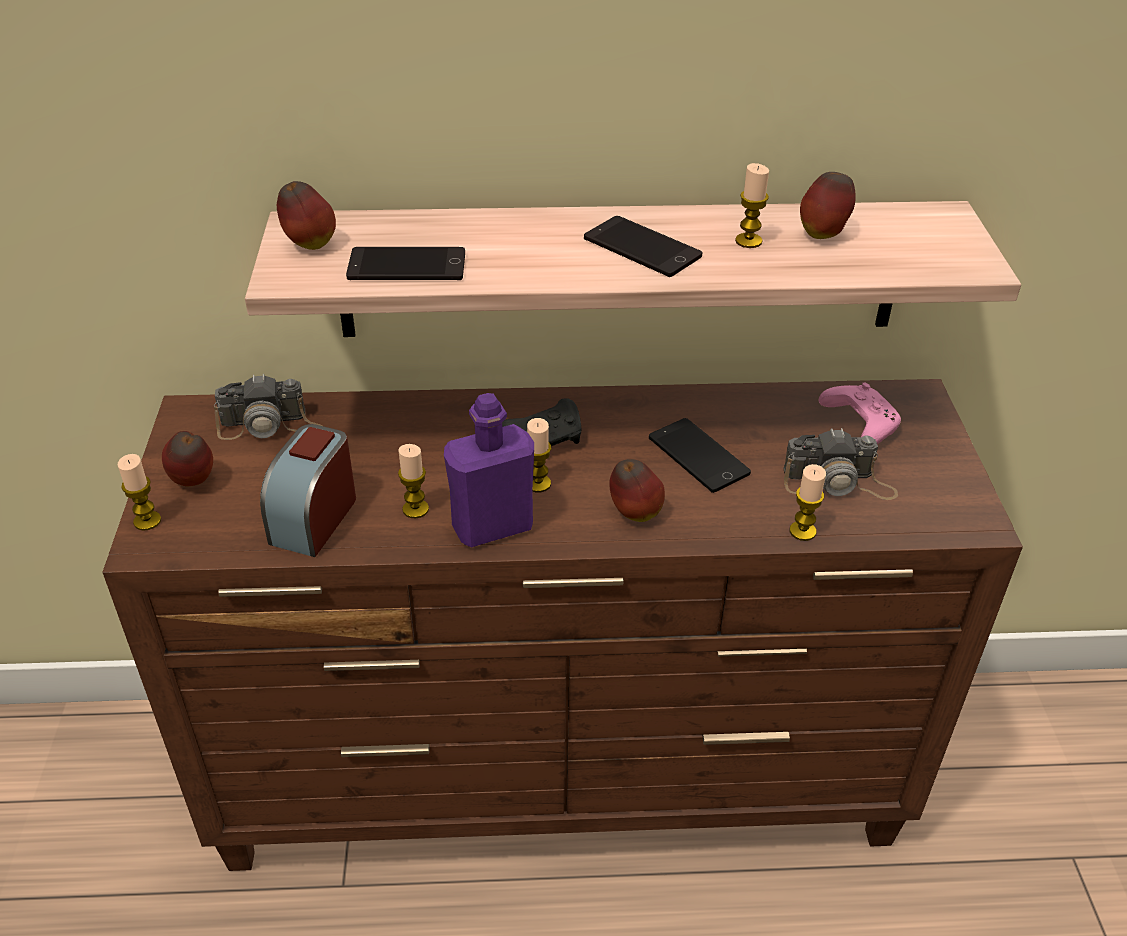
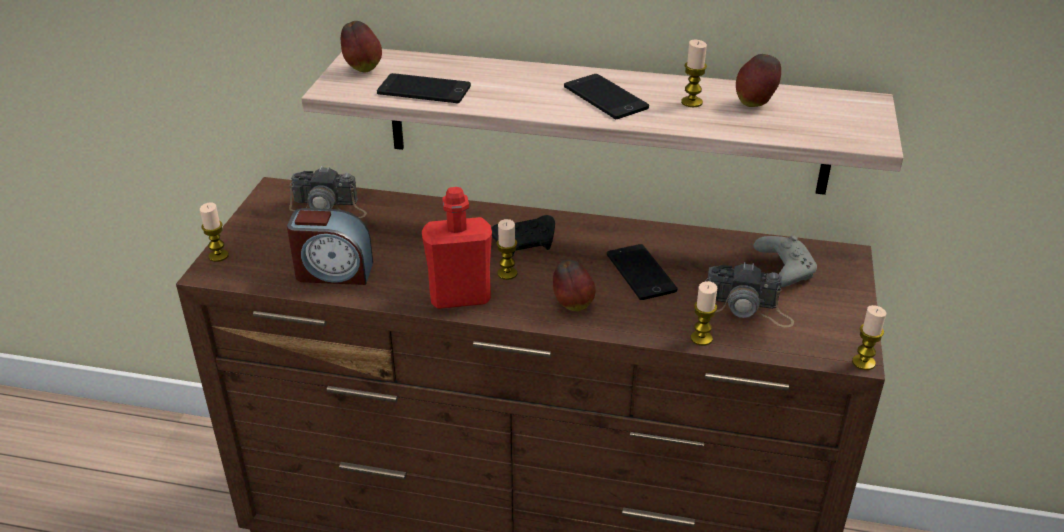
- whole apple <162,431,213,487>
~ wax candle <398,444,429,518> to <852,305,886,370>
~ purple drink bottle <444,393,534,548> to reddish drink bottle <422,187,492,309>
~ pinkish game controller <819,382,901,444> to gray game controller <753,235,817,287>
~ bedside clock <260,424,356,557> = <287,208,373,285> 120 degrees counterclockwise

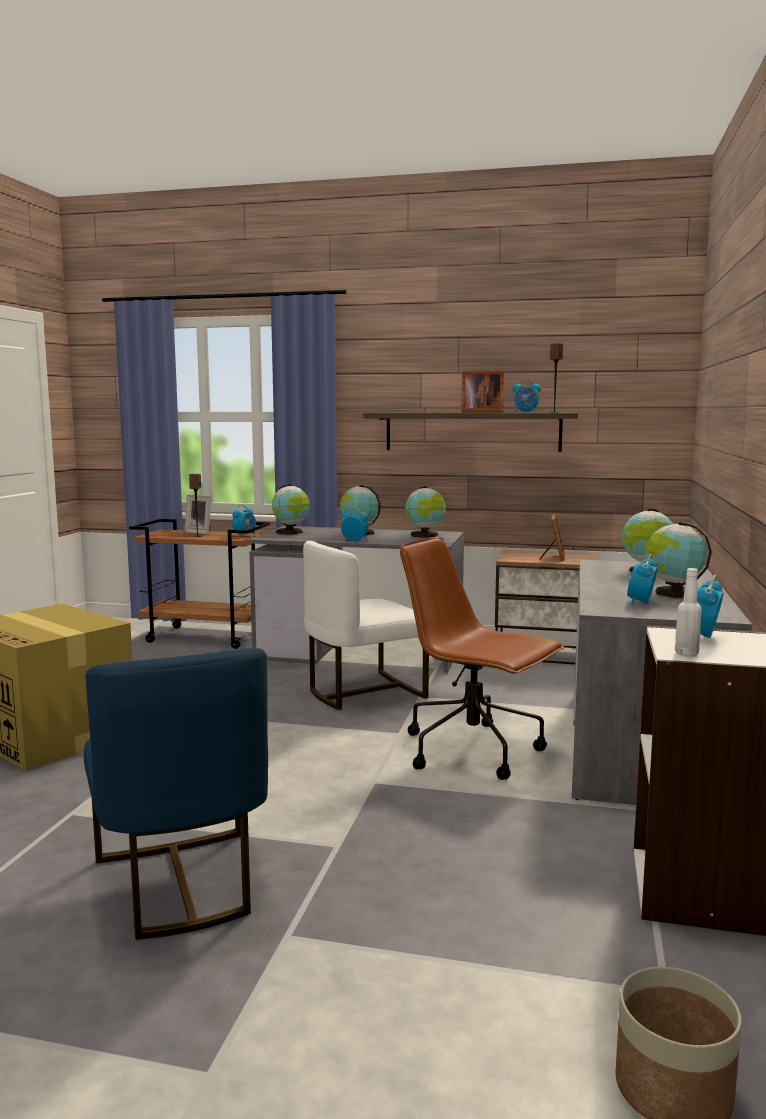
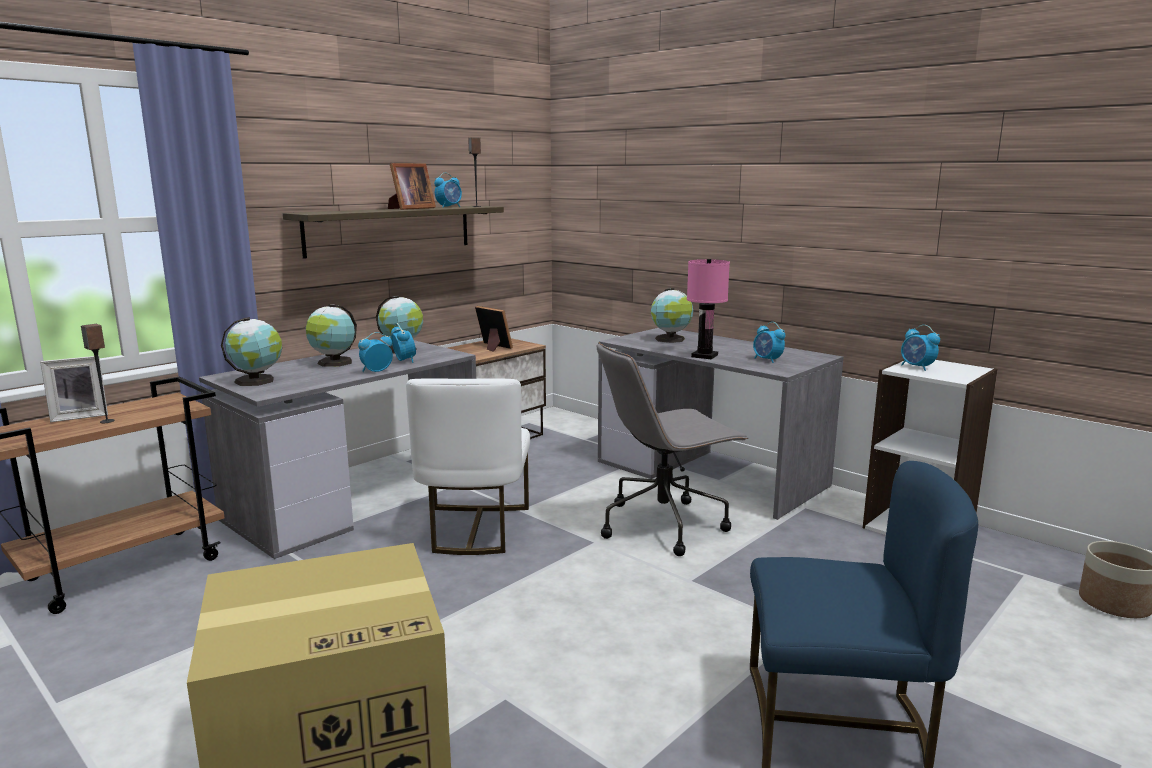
- world globe <645,522,712,598>
- white drink bottle <675,568,702,657>
+ pinkish lamp for a table <687,259,730,360>
~ bedside clock <232,505,256,537> to <391,323,416,363>
~ brown desk chair <400,537,564,780> to gray desk chair <597,342,748,556>

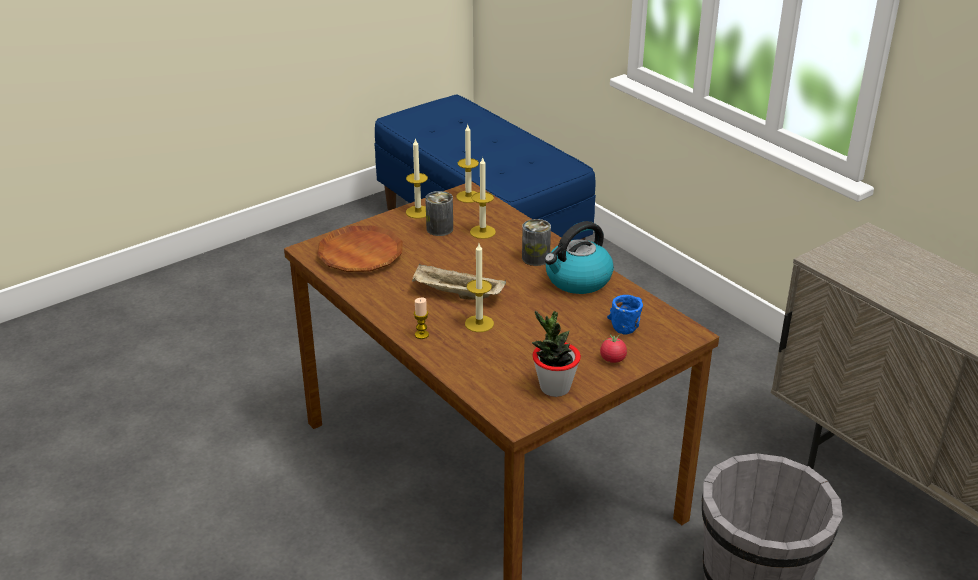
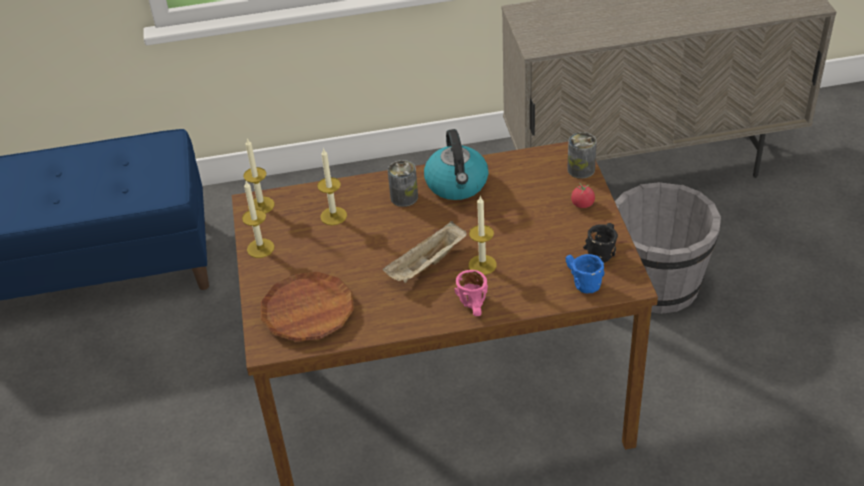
~ can <425,191,453,236> to <567,132,597,179>
~ blue tea mug <607,295,643,335> to <566,254,604,294>
~ wax candle <414,298,429,339> to pinkish tea mug <454,270,488,316>
~ potted plant <532,310,581,397> to black tea mug <583,223,618,263>

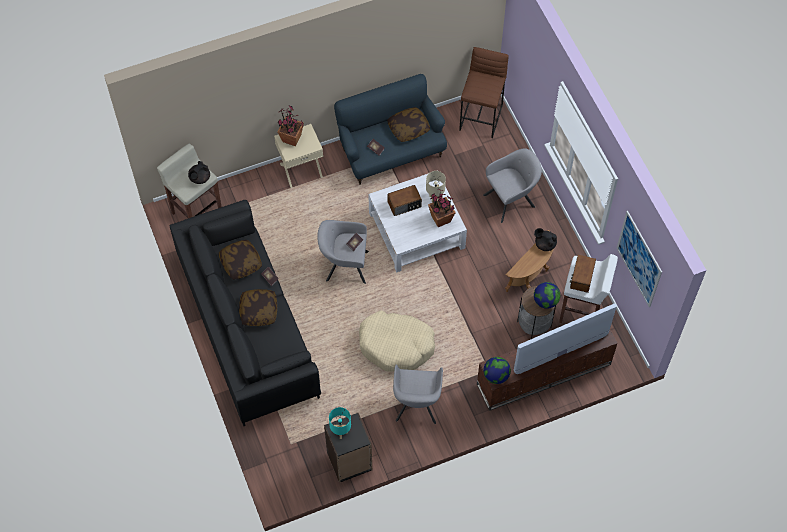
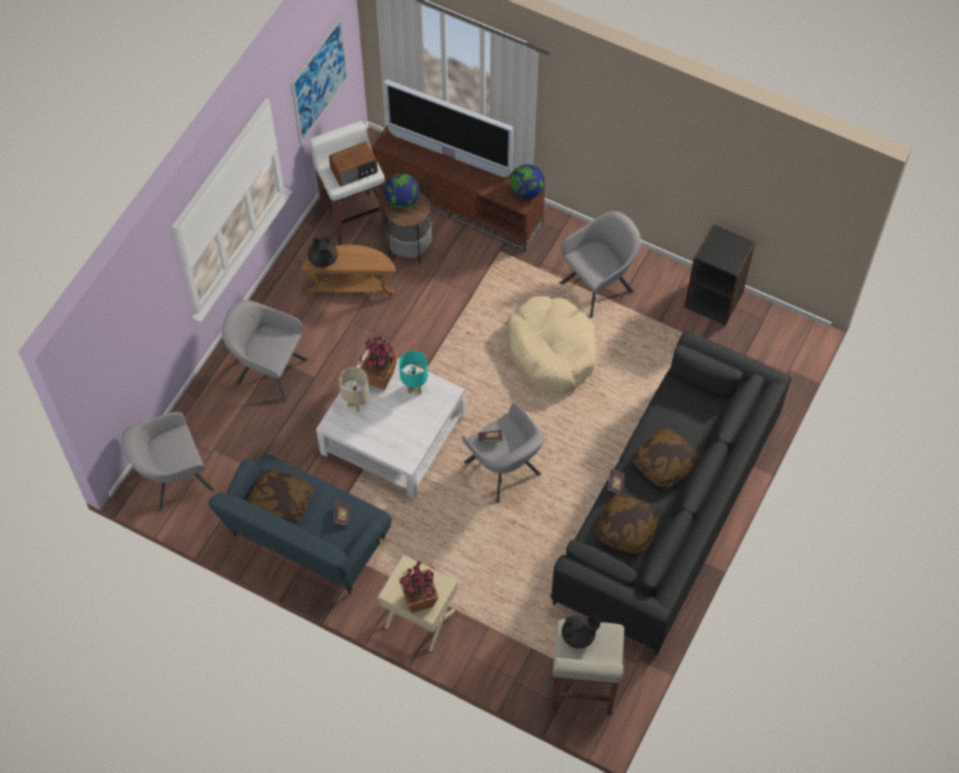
- radio <387,185,422,216>
~ turquoise lamp for a table <329,407,351,439> to <399,351,428,395>
~ brown stool <459,47,509,138> to gray easy chair <122,412,214,512>

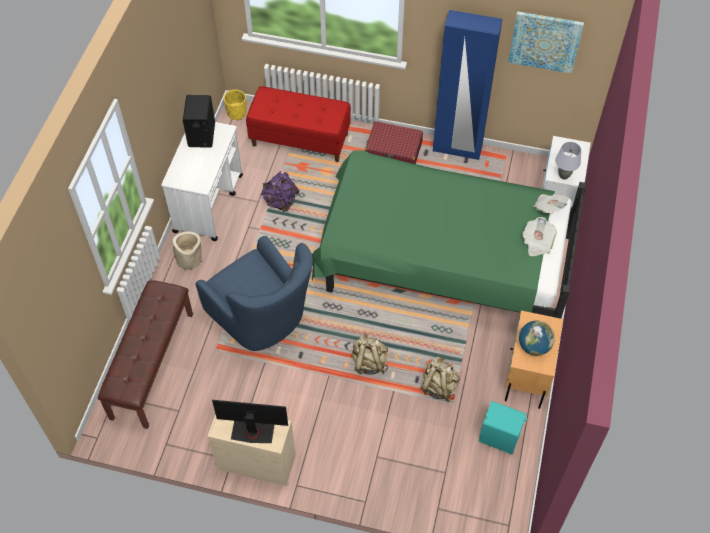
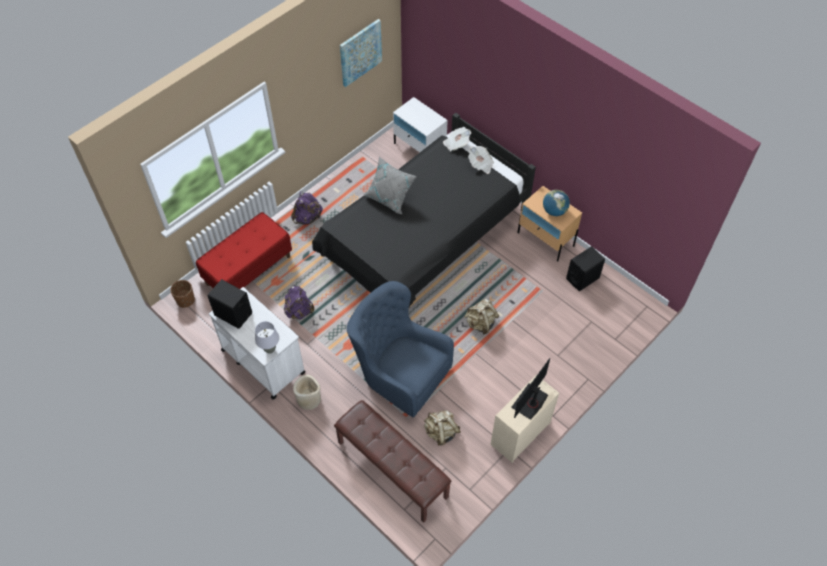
- blue wardrobe <433,10,502,160>
+ gray throw pillow <364,156,417,214>
~ beige-coloured knapsack <420,357,460,402> to <424,410,461,445>
~ gray lamp for a table <555,142,581,180> to <255,321,279,354>
~ reddish piece of luggage <365,121,423,164> to purple knapsack <291,191,323,225>
~ yellow-coloured flower pot <224,90,247,120> to brown flower pot <170,280,195,308>
~ greenish bed <312,151,586,319> to black bed <312,113,536,307>
~ turquoise loudspeaker <479,401,528,455> to black loudspeaker <566,246,605,292>
~ blue easy chair <195,236,313,351> = <347,281,454,417> 135 degrees counterclockwise

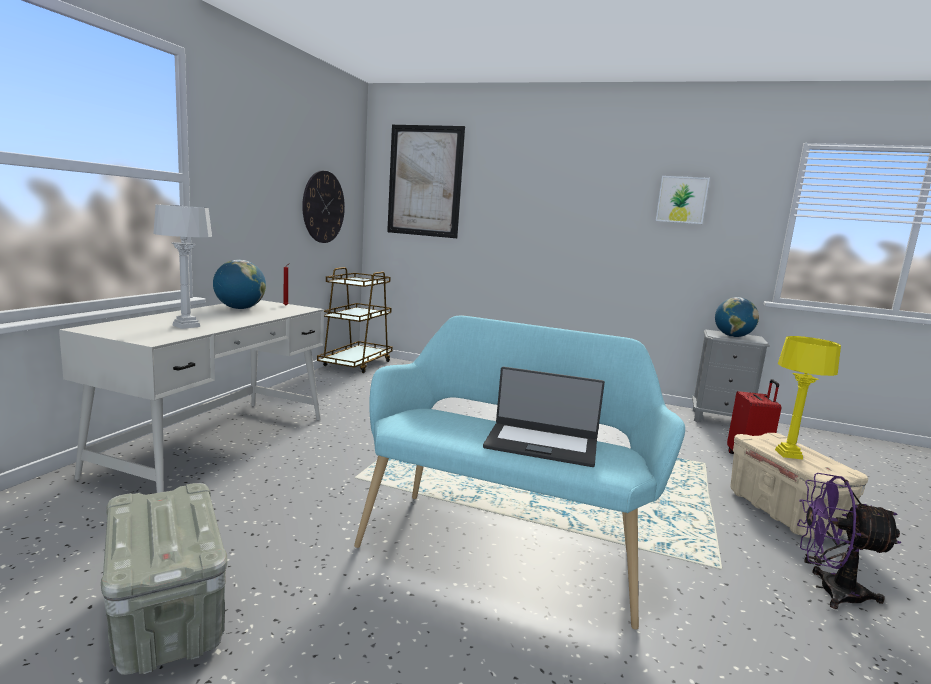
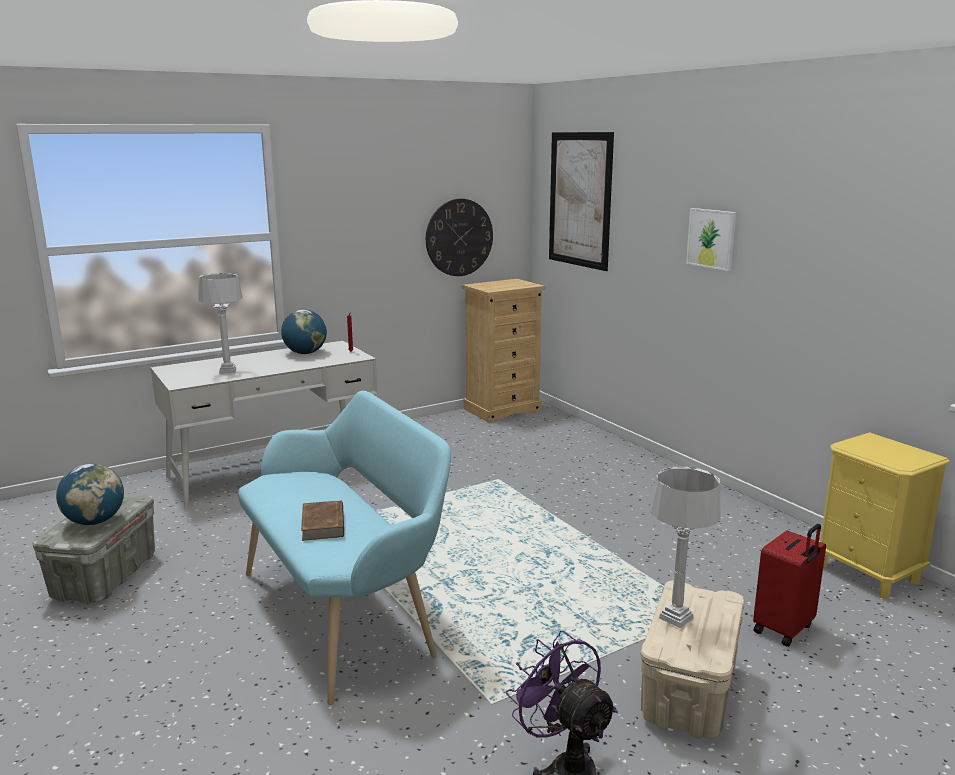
~ wall picture <656,176,710,224> to <686,208,736,271>
~ world globe <715,297,759,337> to <56,464,124,525>
~ brown trolley <317,267,393,373> to beige-coloured drawer chest <462,279,545,422>
~ laptop <483,366,605,467> to brown bound book <301,500,344,541>
~ gray bedside table <692,329,770,422> to yellow-coloured bedside table <819,432,950,599>
~ yellow-coloured lamp for a table <775,336,841,460> to gray lamp for a table <651,467,720,628>

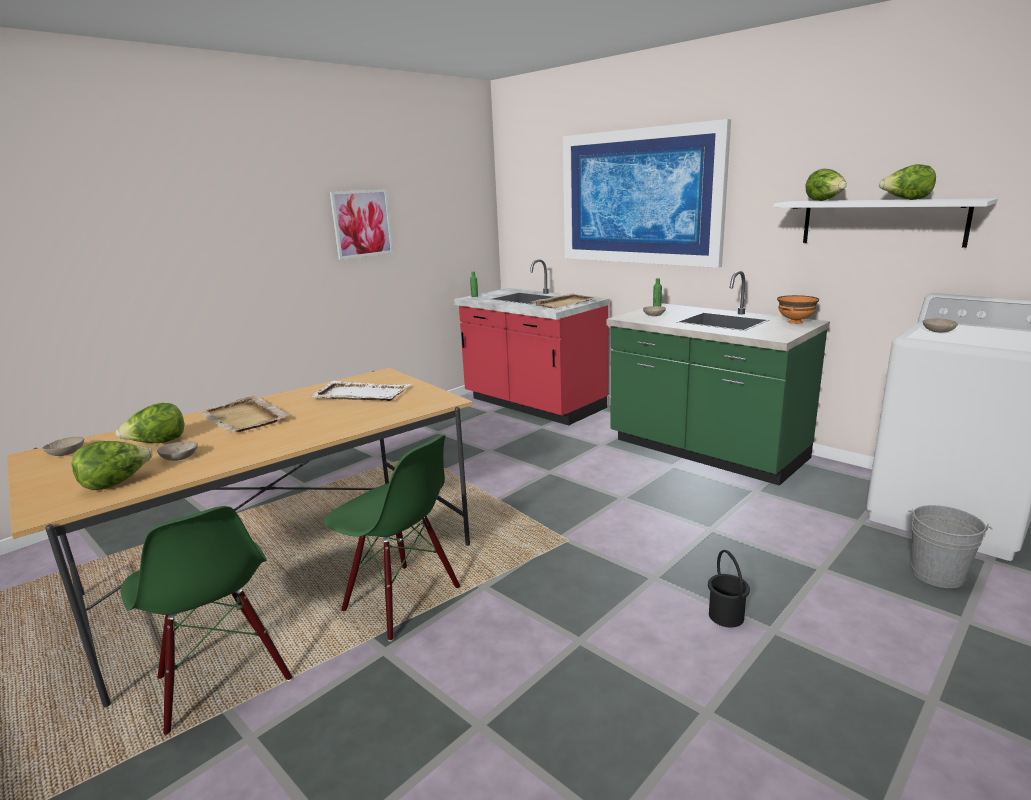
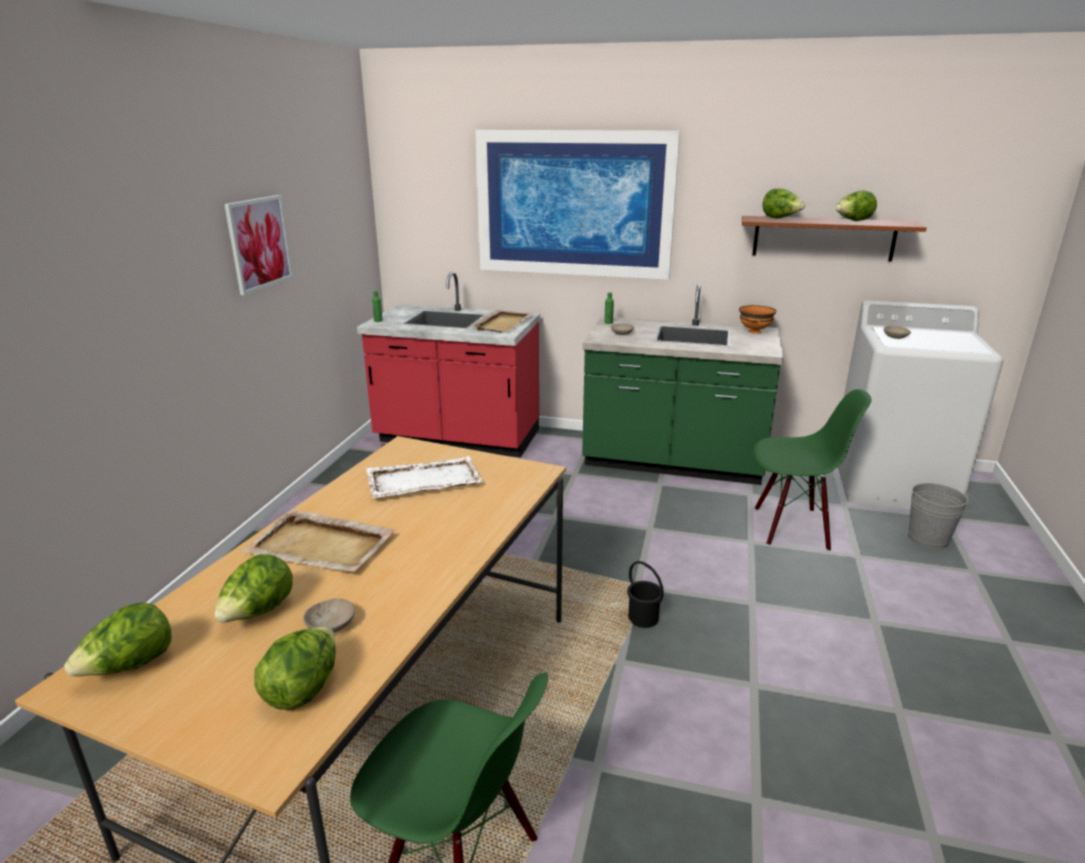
~ greenish plain chair <323,435,460,642> to <754,389,871,551>
~ black water bucket <708,550,750,628> to <627,561,664,628>
~ beige-coloured bowl <42,437,84,456> to lettuce head <64,602,172,676>
~ white bracket shelf <773,198,998,248> to brown bracket shelf <742,216,927,262>

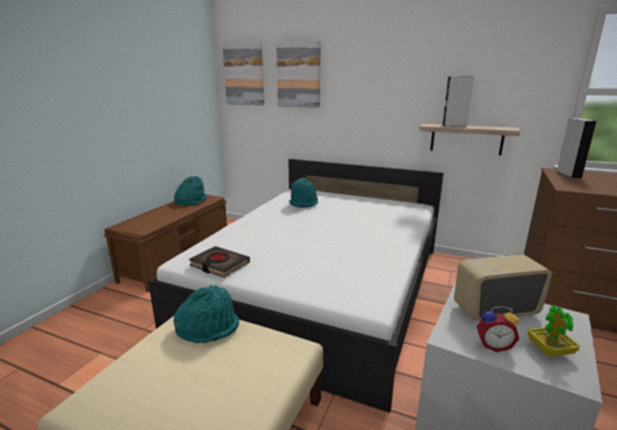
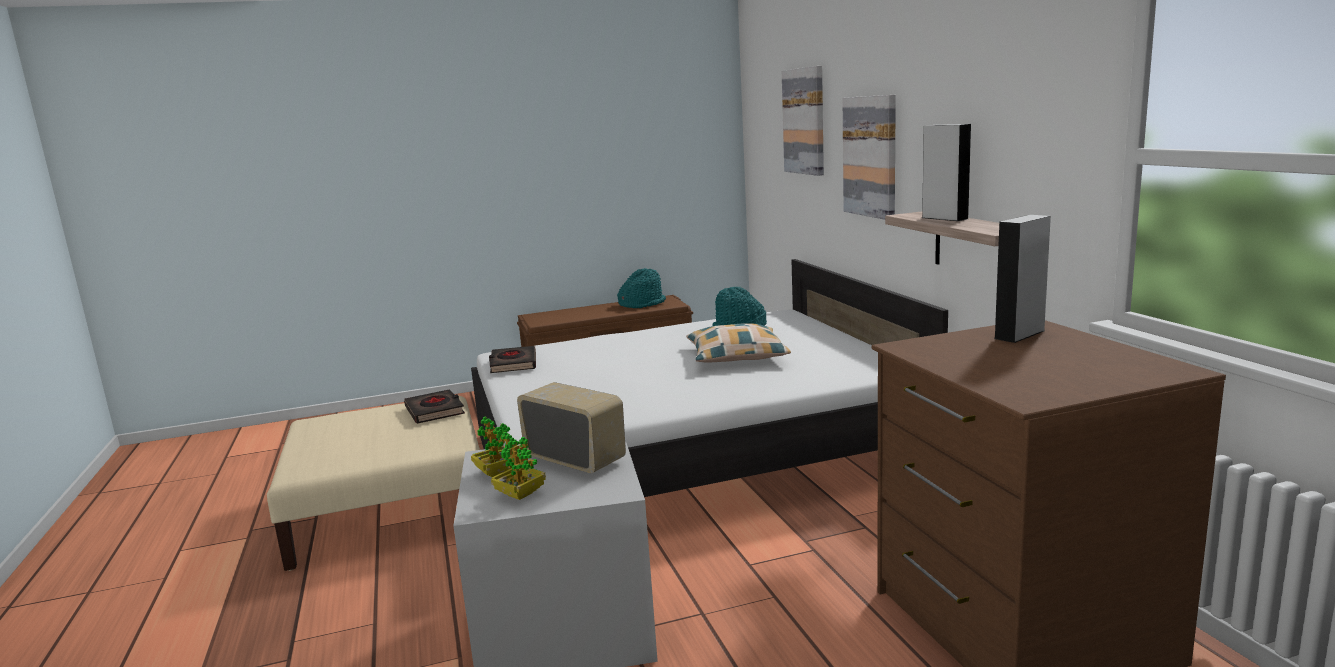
+ throw pillow <686,323,791,363>
~ wall picture <222,42,264,105> to <843,95,896,220>
~ turquoise clothing hat <174,285,239,343> to black bound book <404,389,465,424>
~ bedside clock <476,306,519,352> to potted plant <471,416,512,477>

